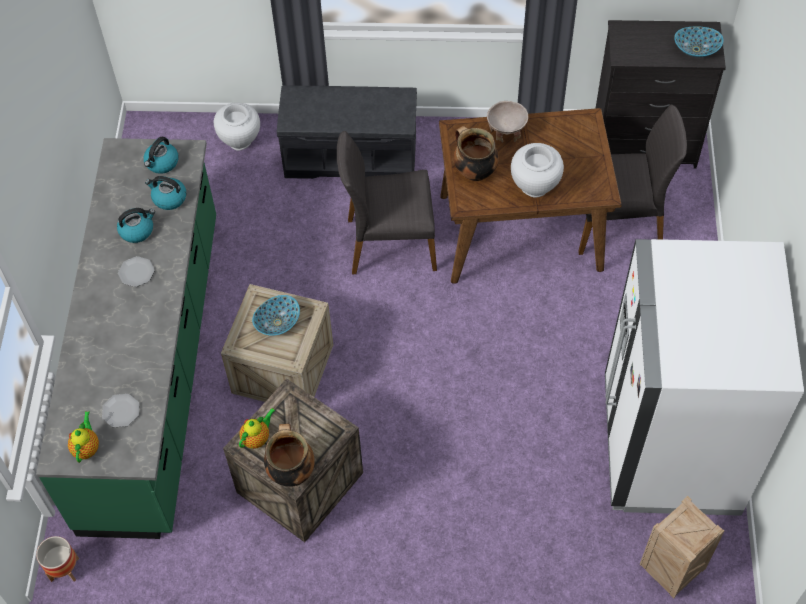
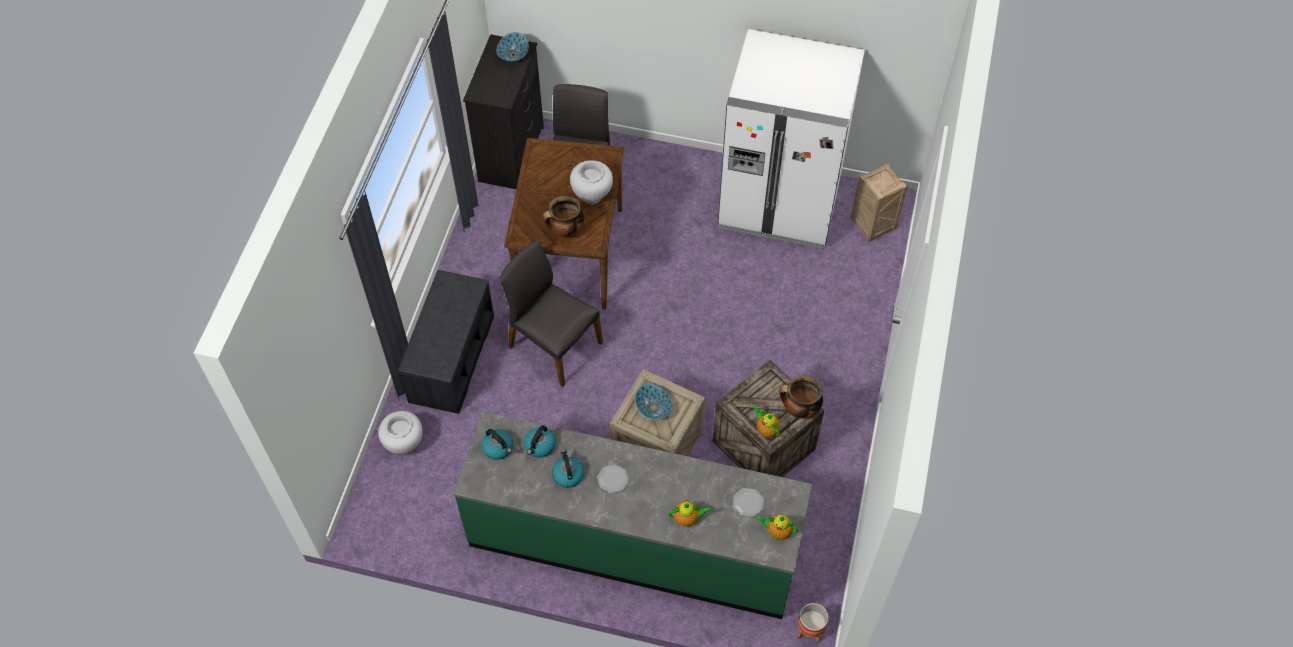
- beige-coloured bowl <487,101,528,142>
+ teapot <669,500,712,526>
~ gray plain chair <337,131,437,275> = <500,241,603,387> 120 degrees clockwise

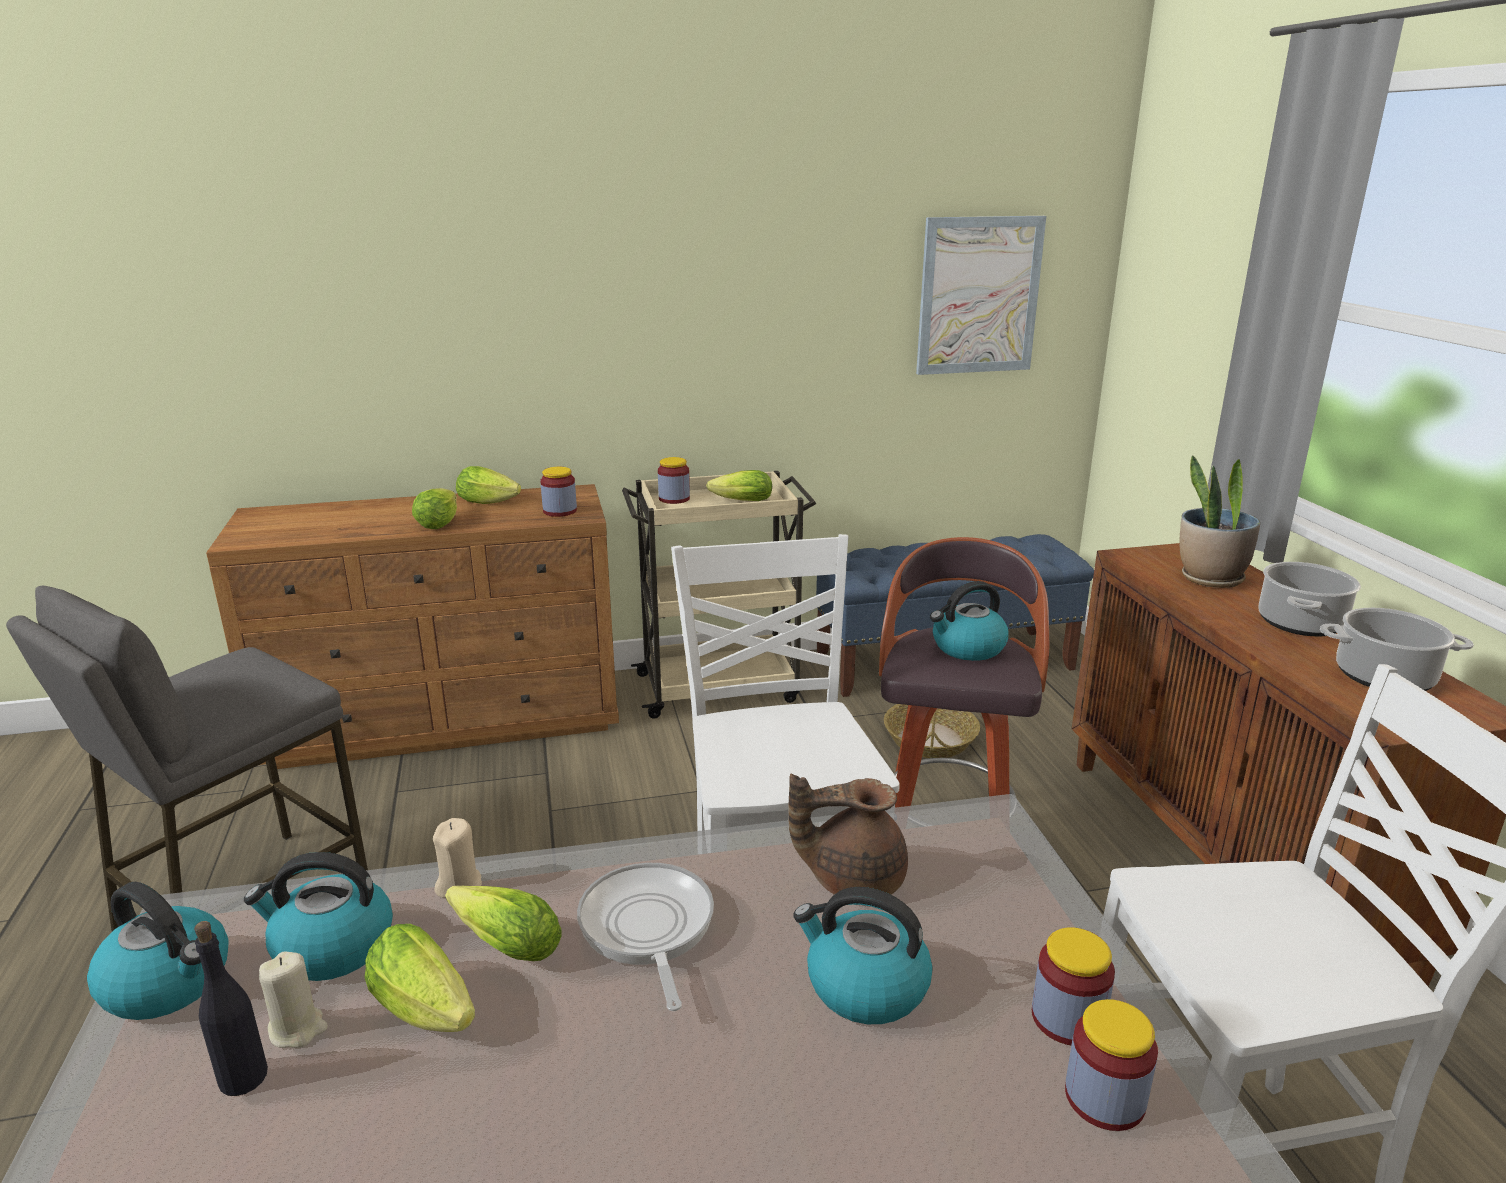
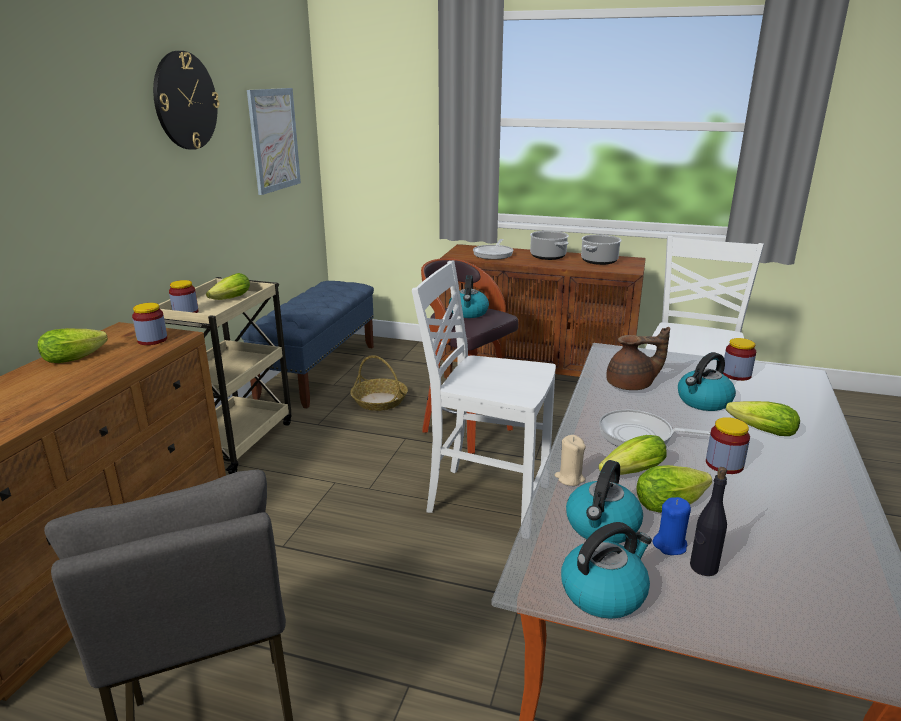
+ hanging clock <153,51,219,150>
~ lettuce head <412,488,457,529> to <726,401,800,436>
~ jar <1065,999,1158,1131> to <706,417,750,474>
~ potted plant <1179,455,1260,588> to skillet <473,239,513,260>
~ beige-coloured wax candle <259,952,328,1048> to blue wax candle <652,497,691,555>
~ brown teapot <788,774,908,895> = <606,327,670,390> 120 degrees counterclockwise

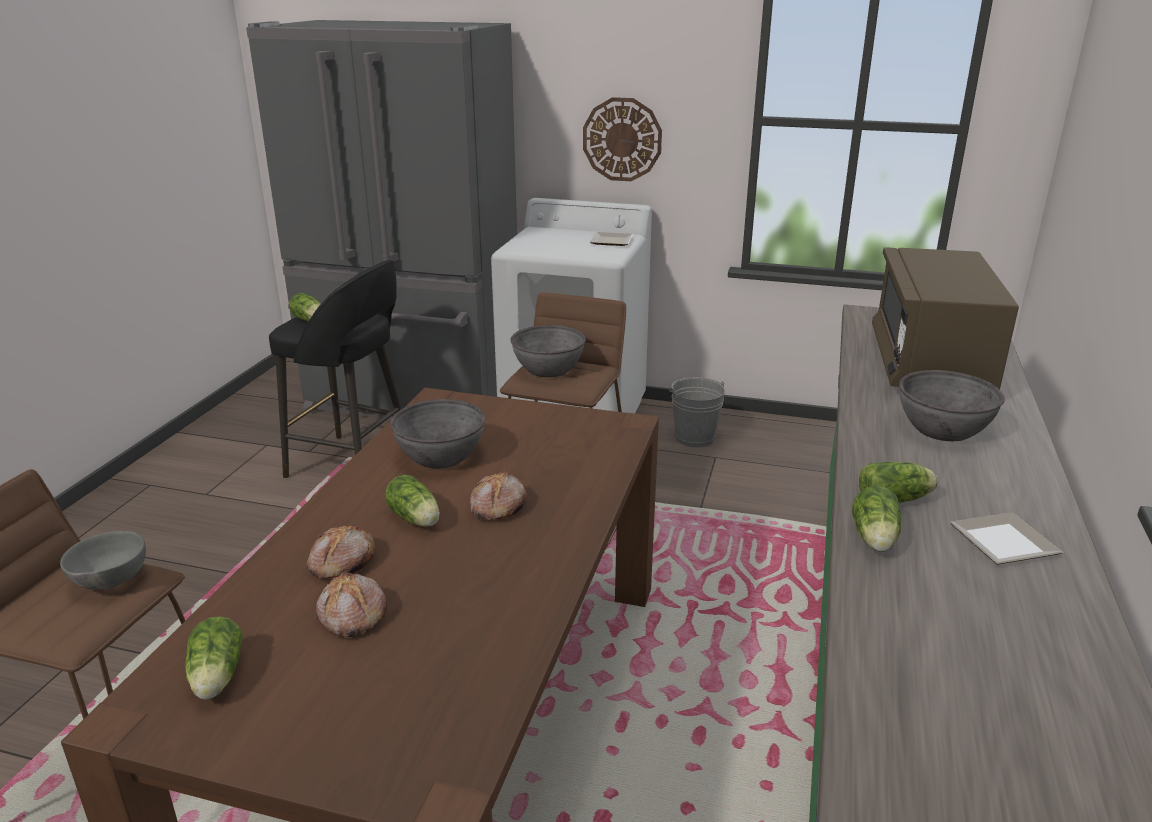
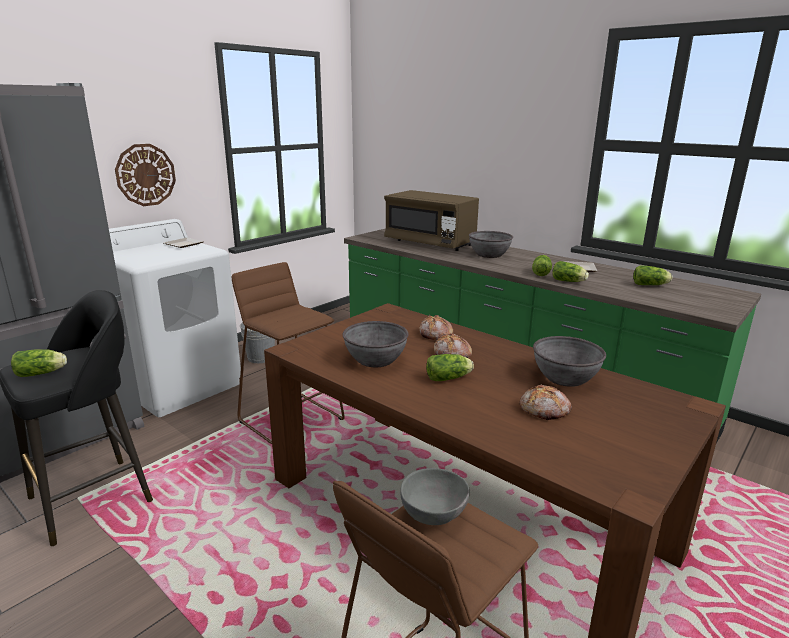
~ lettuce head <185,616,243,699> to <633,265,672,285>
~ baked bread <307,523,376,578> to <419,315,454,340>
~ gray bowl <510,325,586,377> to <533,336,606,387>

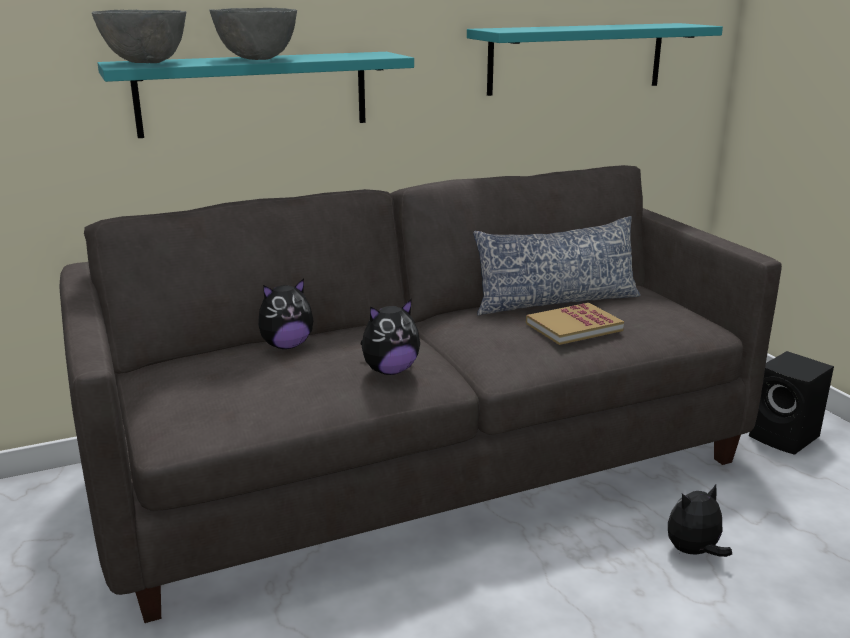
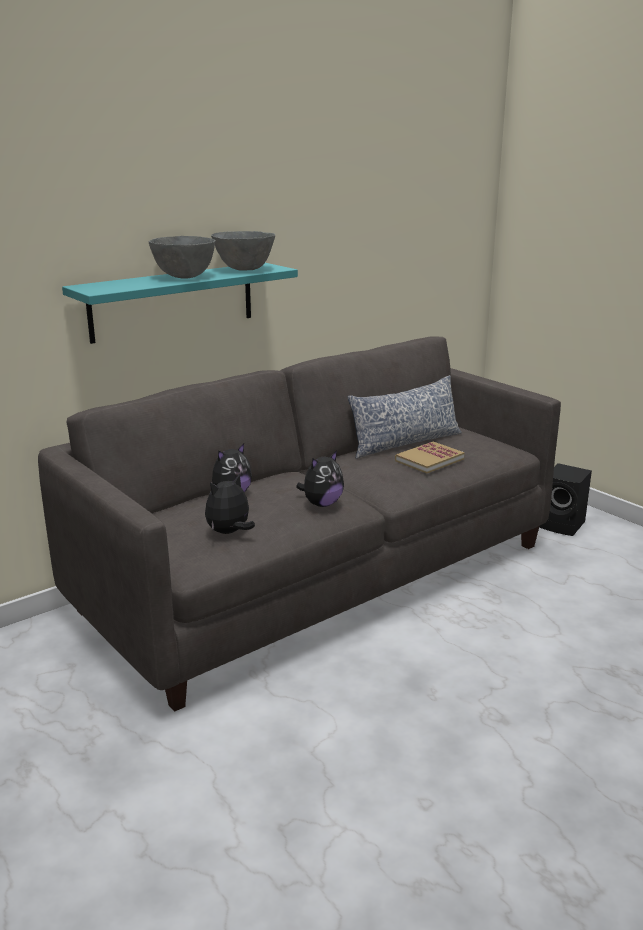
- turquoise bracket shelf <467,23,723,96>
~ gray bowl <92,10,186,63> to <211,231,275,271>
~ plush toy <668,484,732,557> to <205,474,255,534>

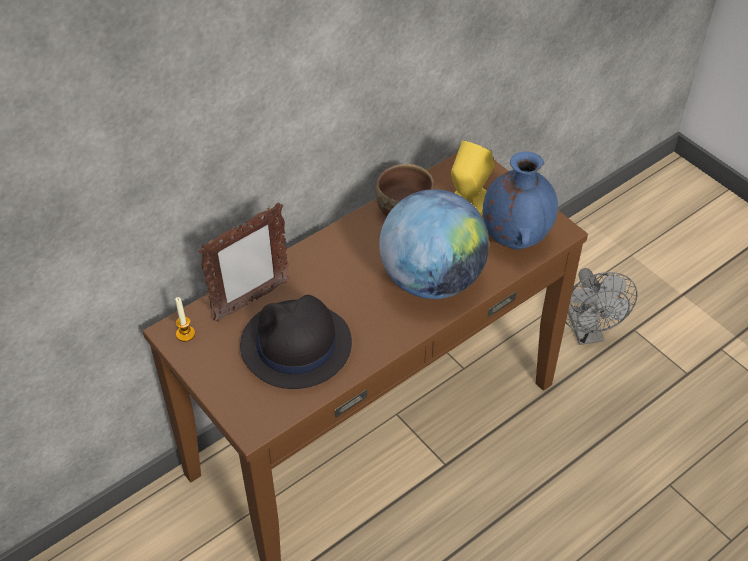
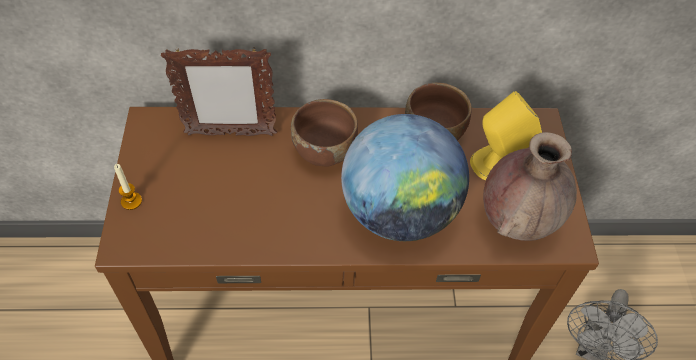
- black clothing hat <240,295,352,389>
+ brown bowl <291,99,358,167>
~ wax candle <175,297,195,342> to <114,164,142,210>
~ blue decorative vase <483,151,558,250> to brown decorative vase <483,132,577,241>

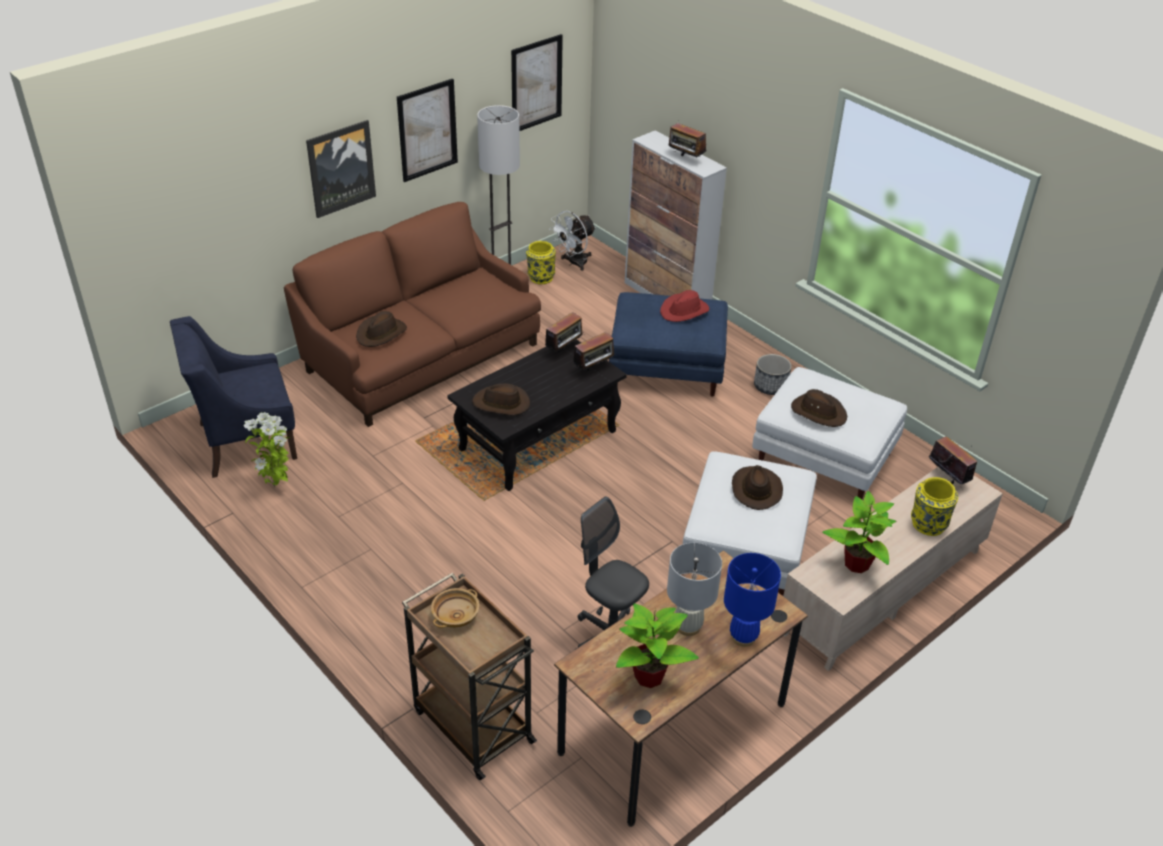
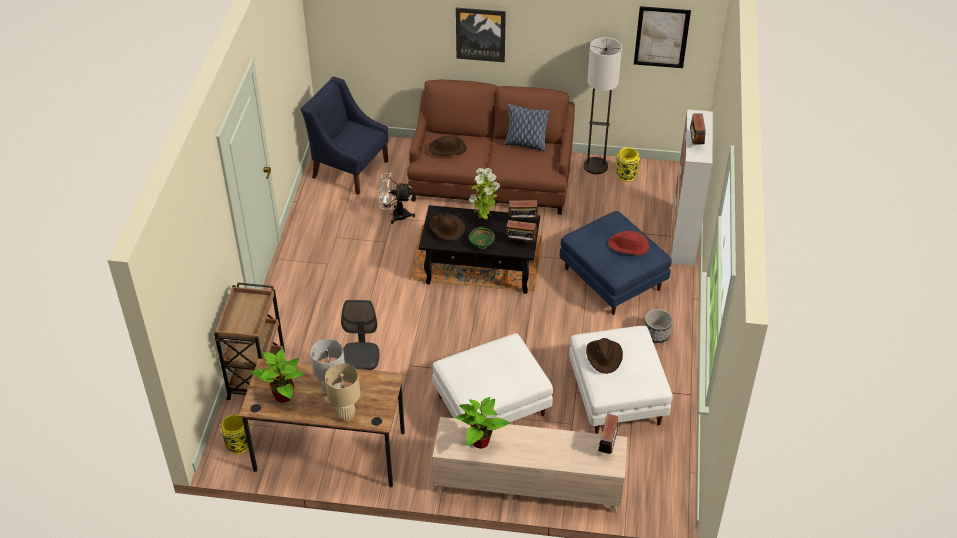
- wall picture <397,79,458,182>
- beige-coloured bowl <431,588,480,628>
- brown clothing hat <732,465,783,510>
+ greenish bowl <469,227,495,249>
+ throw pillow <505,104,550,152>
~ potted plant <243,412,290,487> to <469,168,500,219>
~ white cooling fan <549,211,596,271> to <379,173,415,224>
~ yellow-coloured decorative vase <911,477,958,536> to <220,414,252,454>
~ blue lamp for a table <724,553,781,647> to beige-coloured lamp for a table <325,363,360,422>

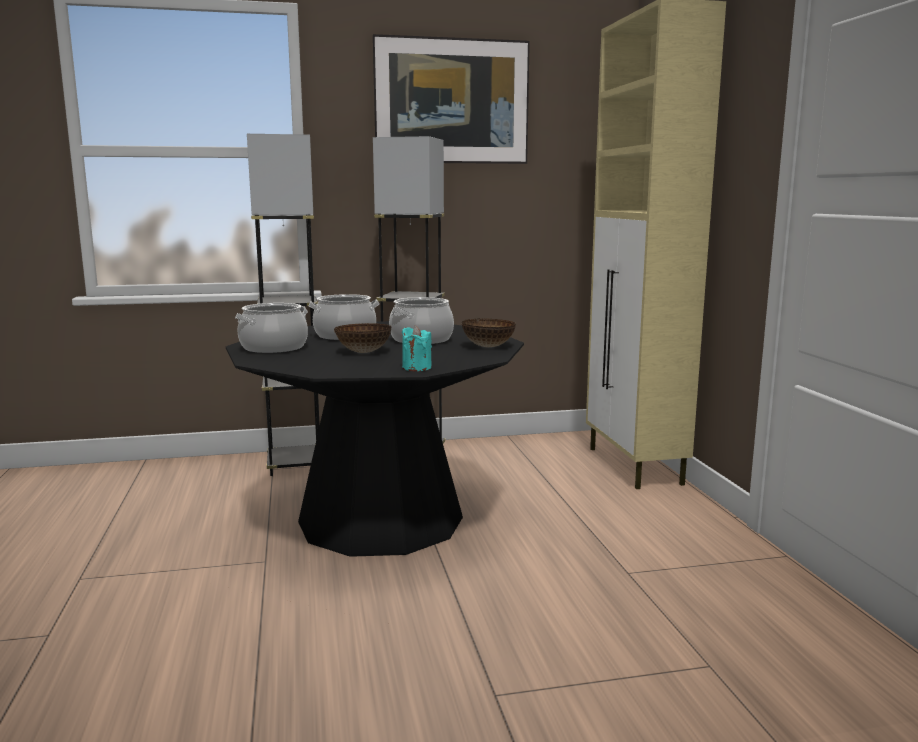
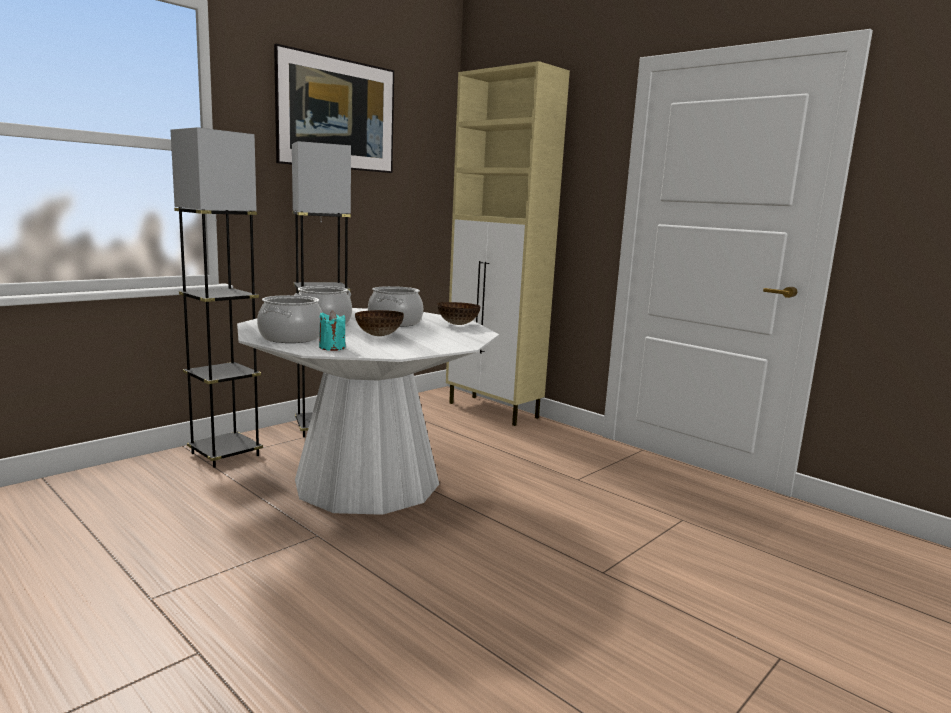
~ turquoise wax candle <402,326,432,371> to <319,310,345,351>
~ black kitchen table <226,321,524,557> to white kitchen table <237,308,499,515>

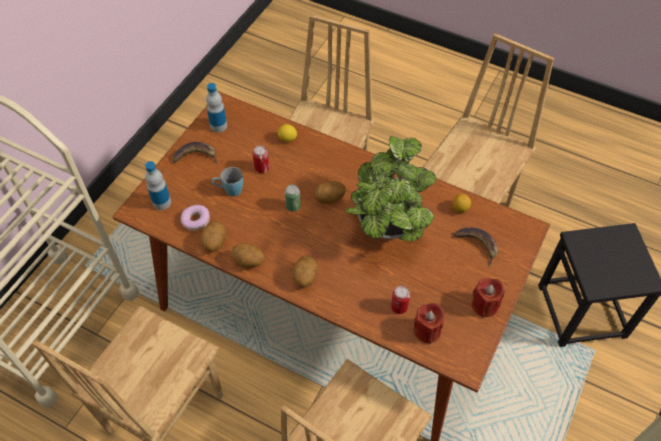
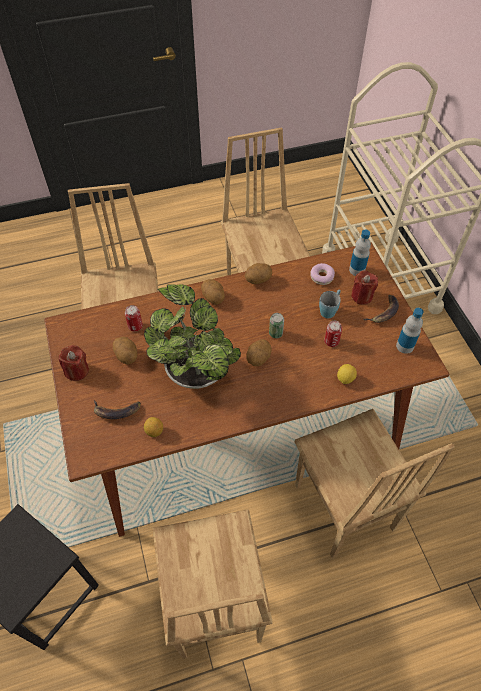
~ spud <201,221,226,252> to <113,337,137,364>
~ reddish wax candle <414,303,444,344> to <351,270,378,305>

